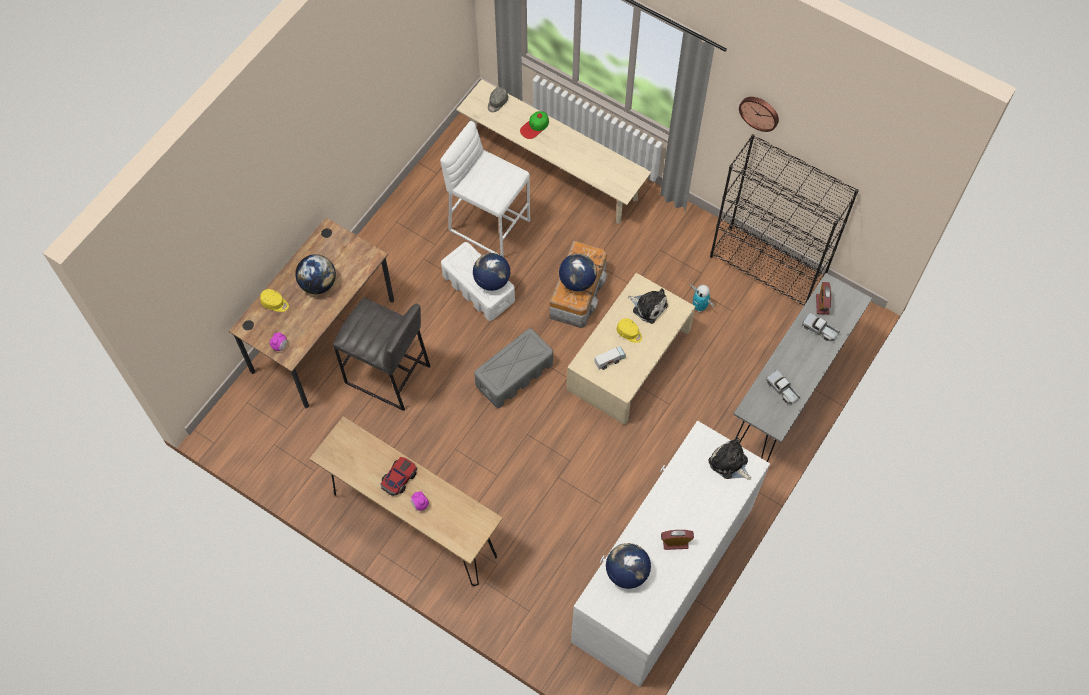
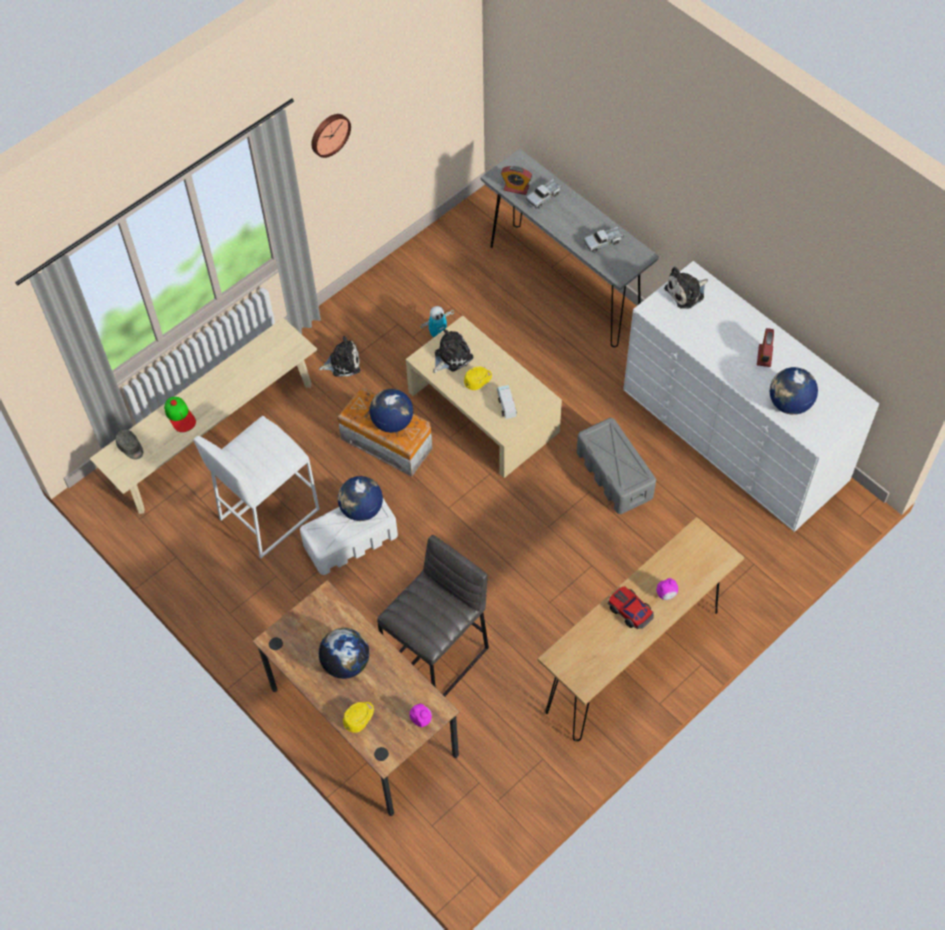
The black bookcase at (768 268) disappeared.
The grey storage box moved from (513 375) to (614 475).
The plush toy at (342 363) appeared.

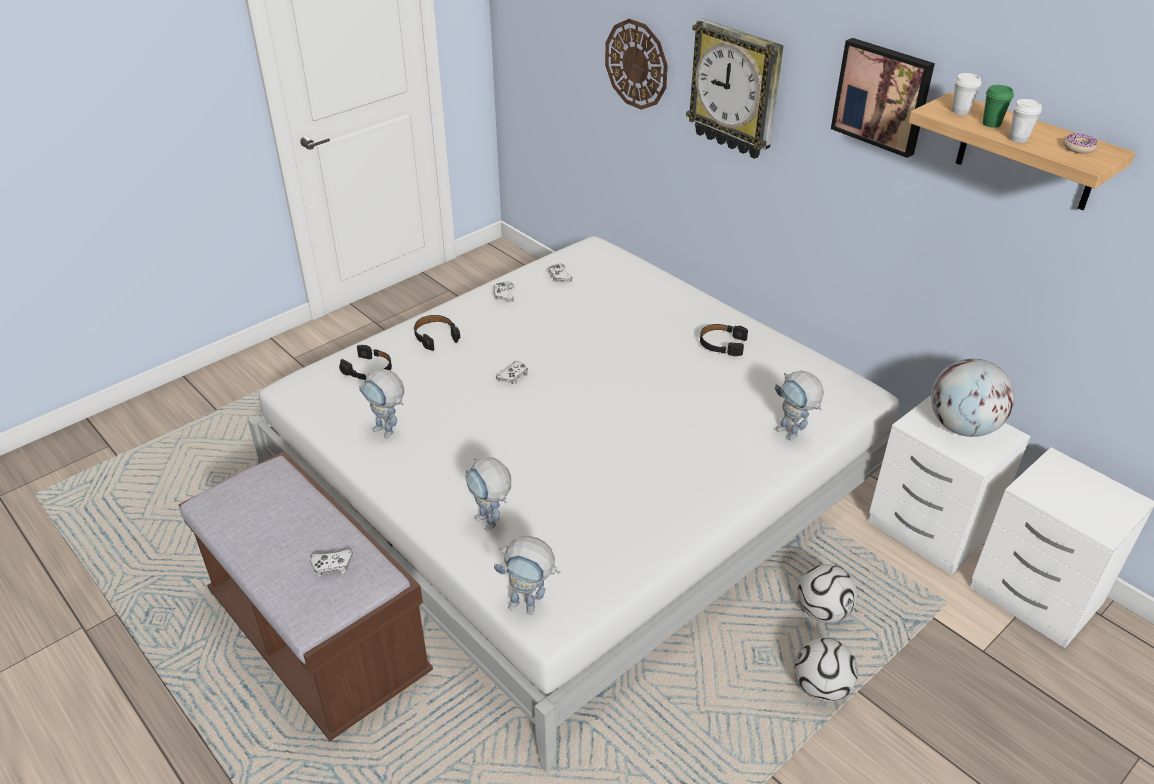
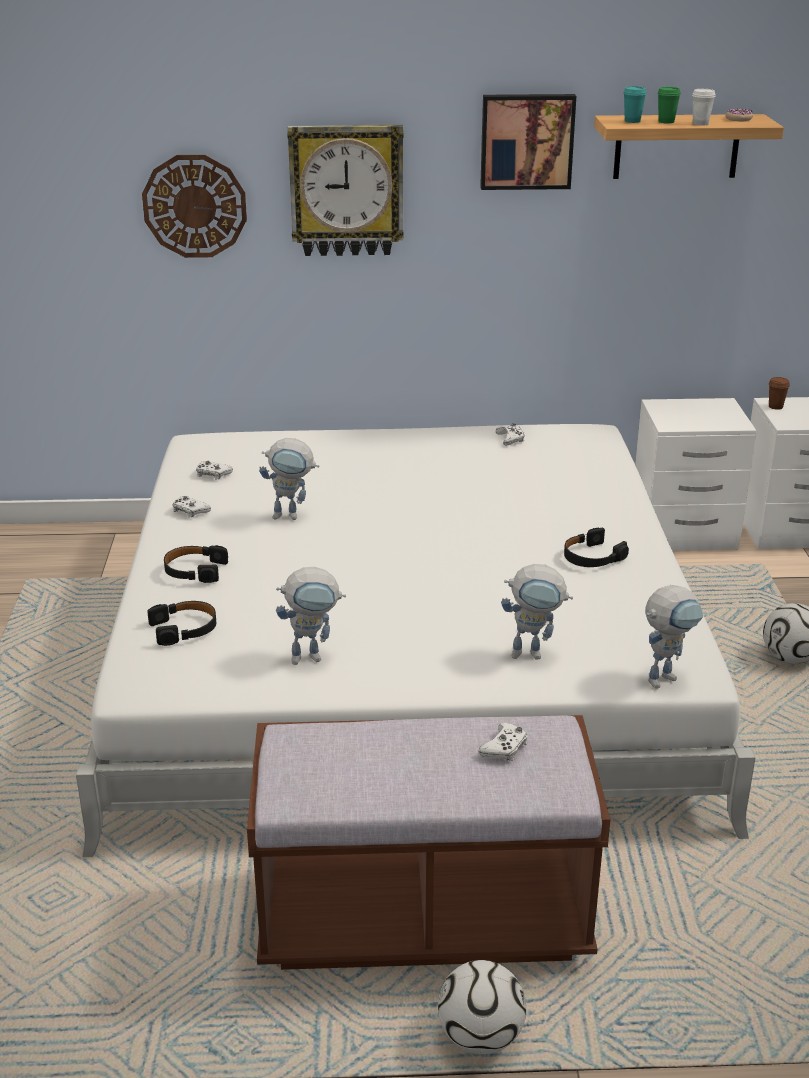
The white cup at (960 111) became the turquoise cup at (632 121).
The black headphones moved from (722 344) to (592 557).
The globe at (962 427) disappeared.
The white game controller moved from (513 376) to (510 439).
The toy robot moved from (793 435) to (292 515).
The football moved from (822 611) to (480 1036).
The brown cup at (775 406) appeared.

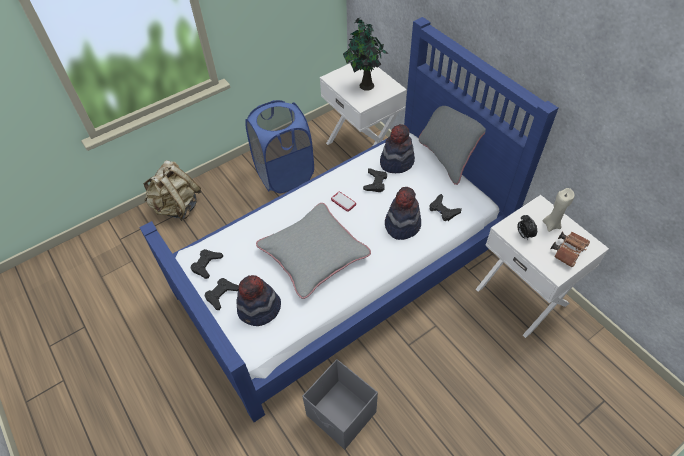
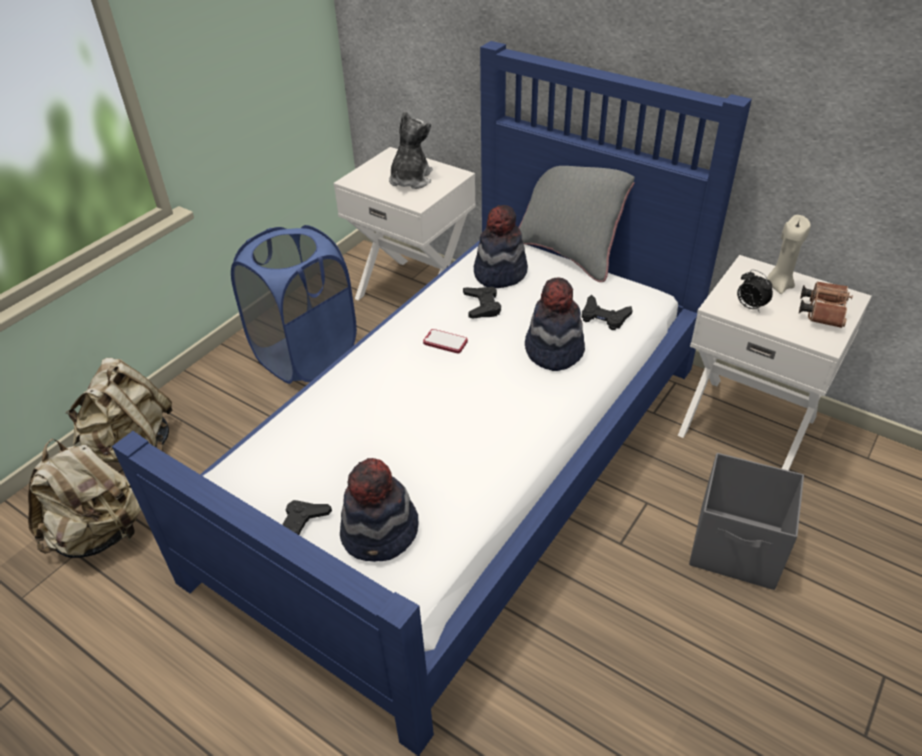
The potted plant at (365 85) was replaced by the plush toy at (410 179).
The grey pillow at (313 254) disappeared.
The black game controller at (206 265) disappeared.
The grey storage box moved from (341 415) to (737 548).
The beige backpack at (100 534) appeared.

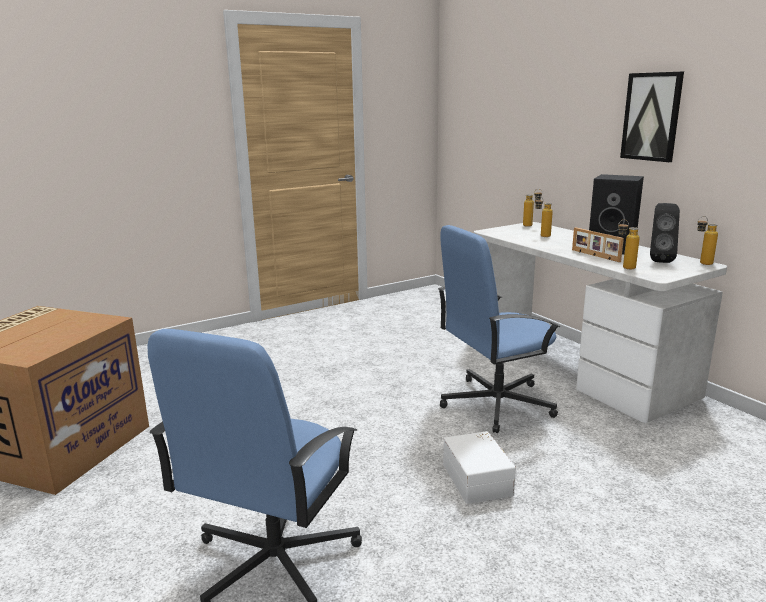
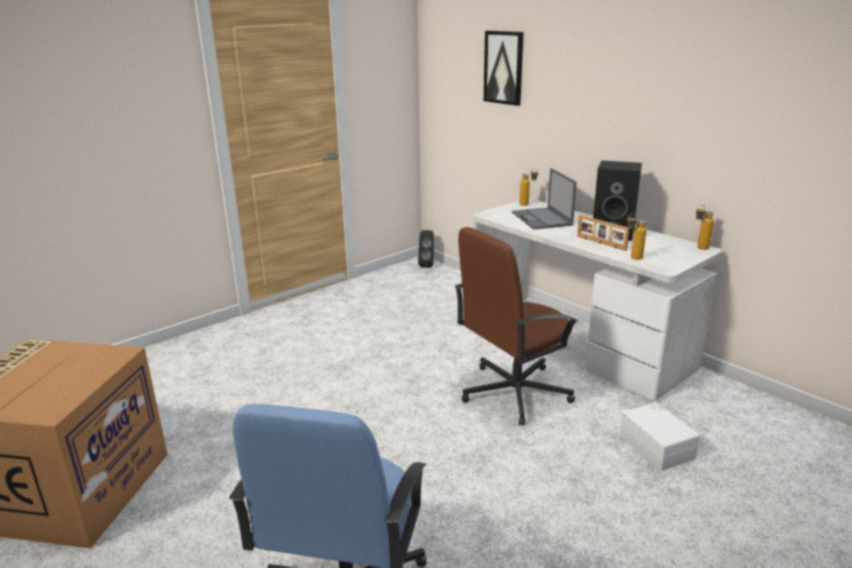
The picture moved from (652 117) to (504 67).
The bottle at (541 236) was replaced by the laptop at (542 219).
The black speaker moved from (659 260) to (427 265).
The blue office chair at (495 403) became the brown office chair at (513 392).
The white storage box moved from (478 478) to (657 446).

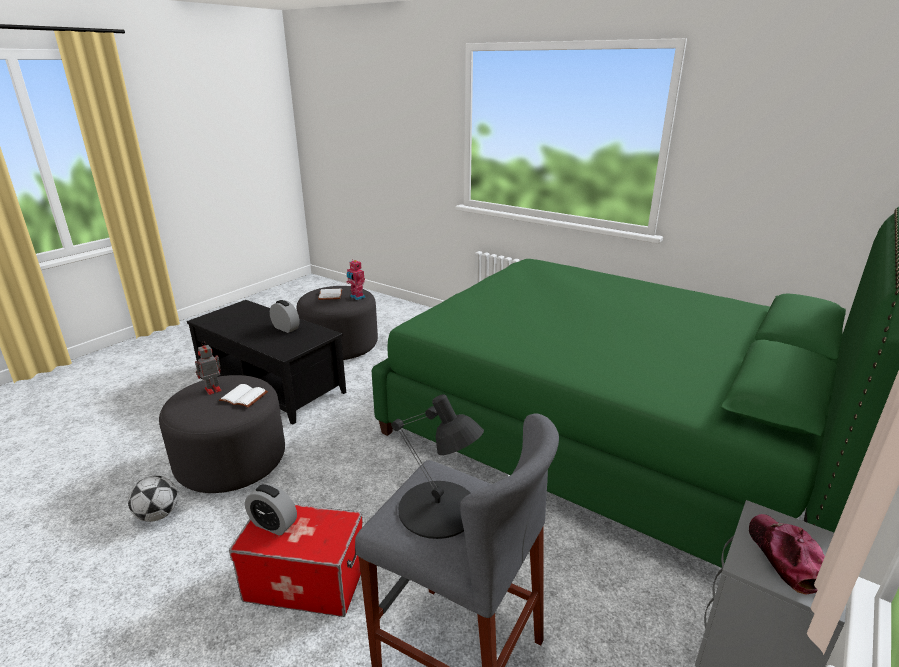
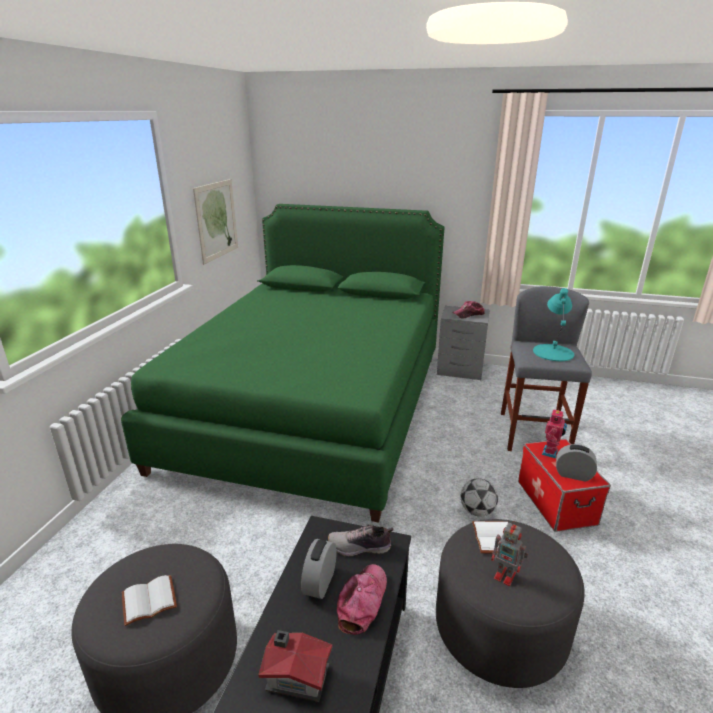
The toy robot moved from (356 297) to (551 453).
The black table lamp at (438 509) became the turquoise table lamp at (553 352).
The football moved from (158 515) to (477 511).
The alarm clock at (273 524) turned 75 degrees counterclockwise.
The picture at (216 220) appeared.
The shoe at (360 547) appeared.
The cap at (362 601) appeared.
The toy house at (296 676) appeared.

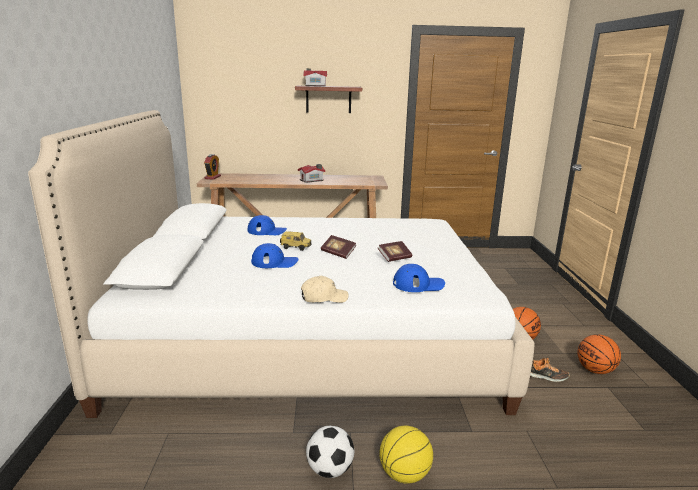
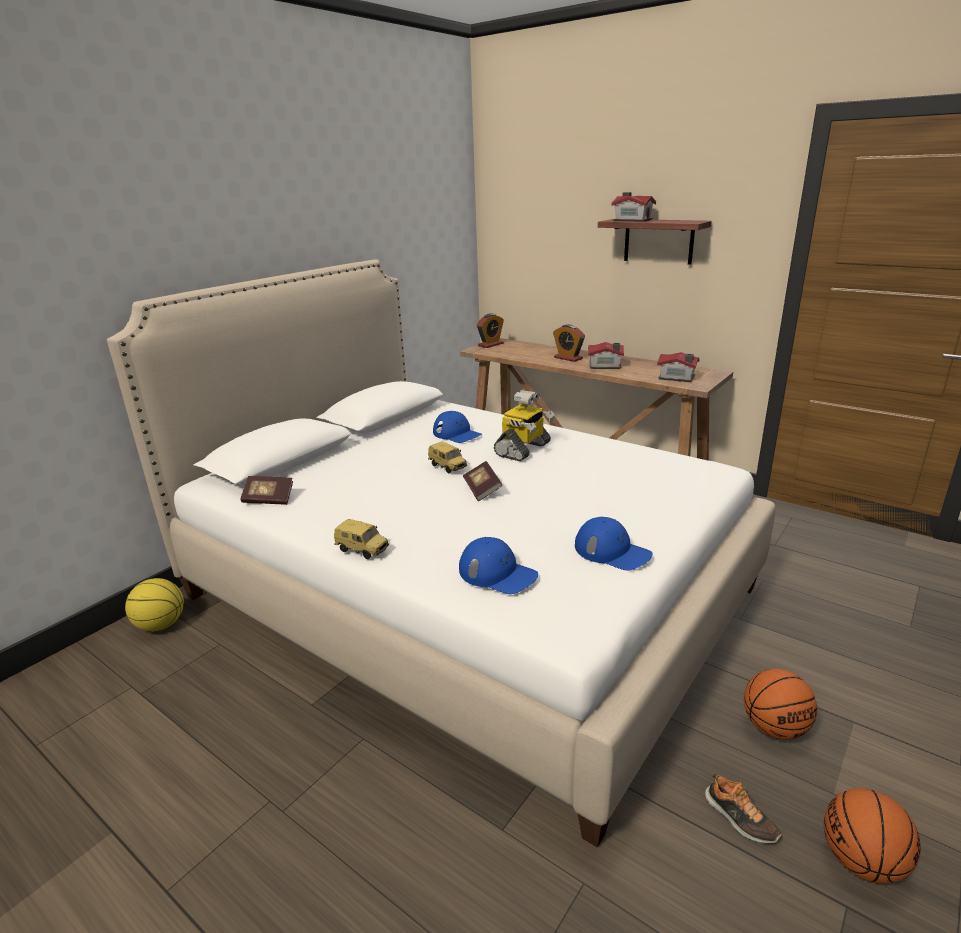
The book moved from (394 258) to (268 499).
The blue cap moved from (275 262) to (612 551).
The beige cap at (324 297) was replaced by the toy car at (363 550).
The football at (329 470) disappeared.
The basketball moved from (404 474) to (160 625).
The alarm clock at (568 358) appeared.
The toy house at (677 378) appeared.
The toy robot at (523 449) appeared.

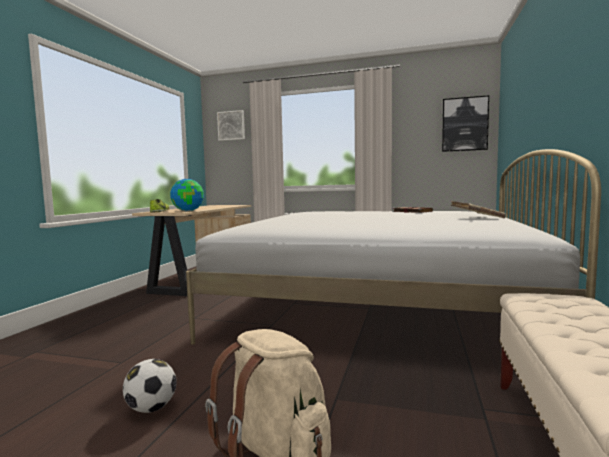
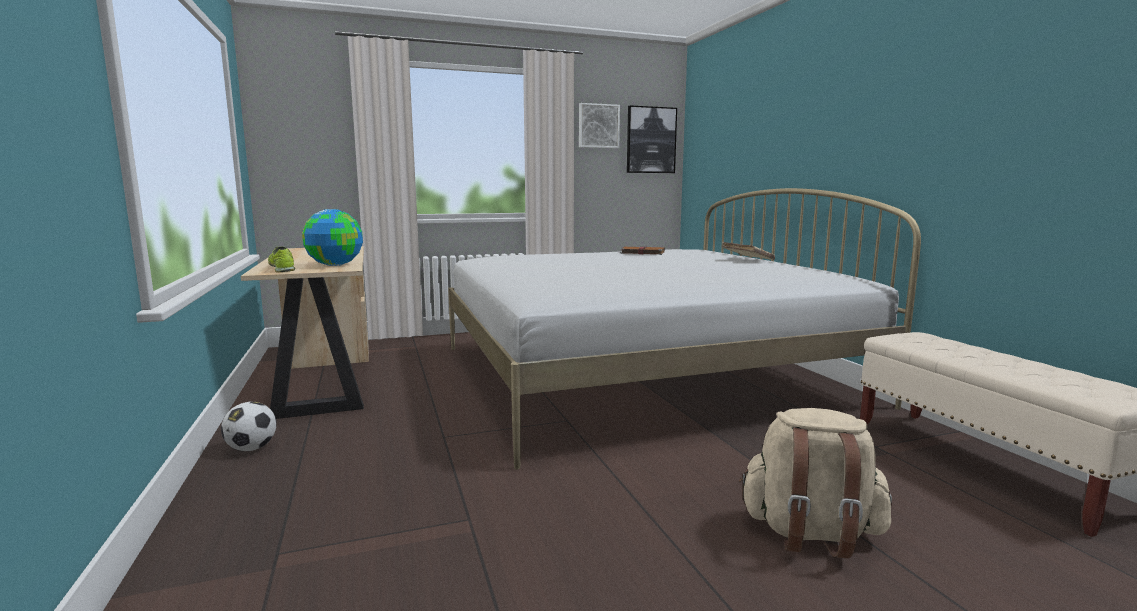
The picture moved from (231 125) to (598 126).
The football moved from (151 408) to (251 448).

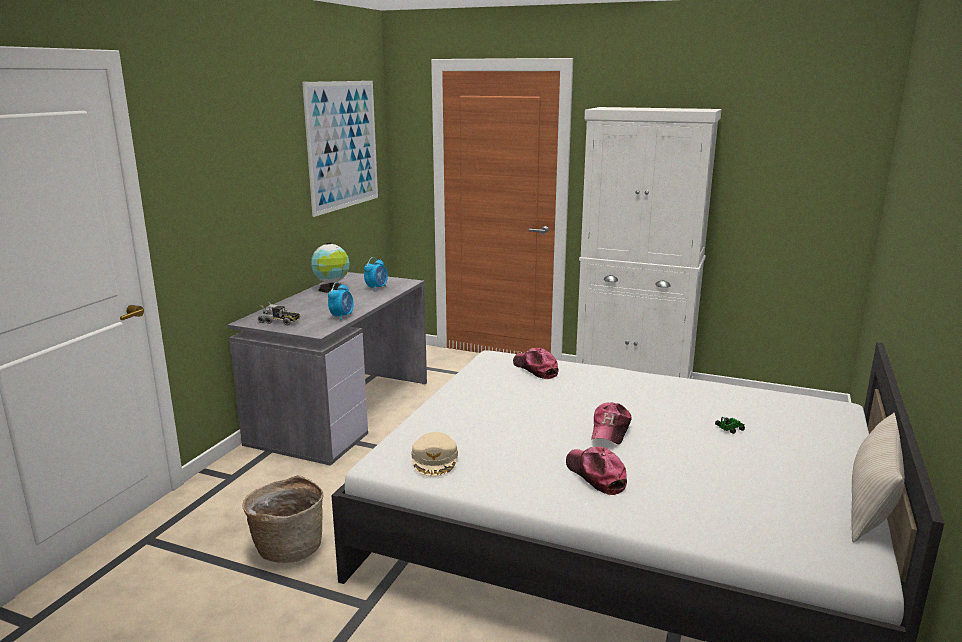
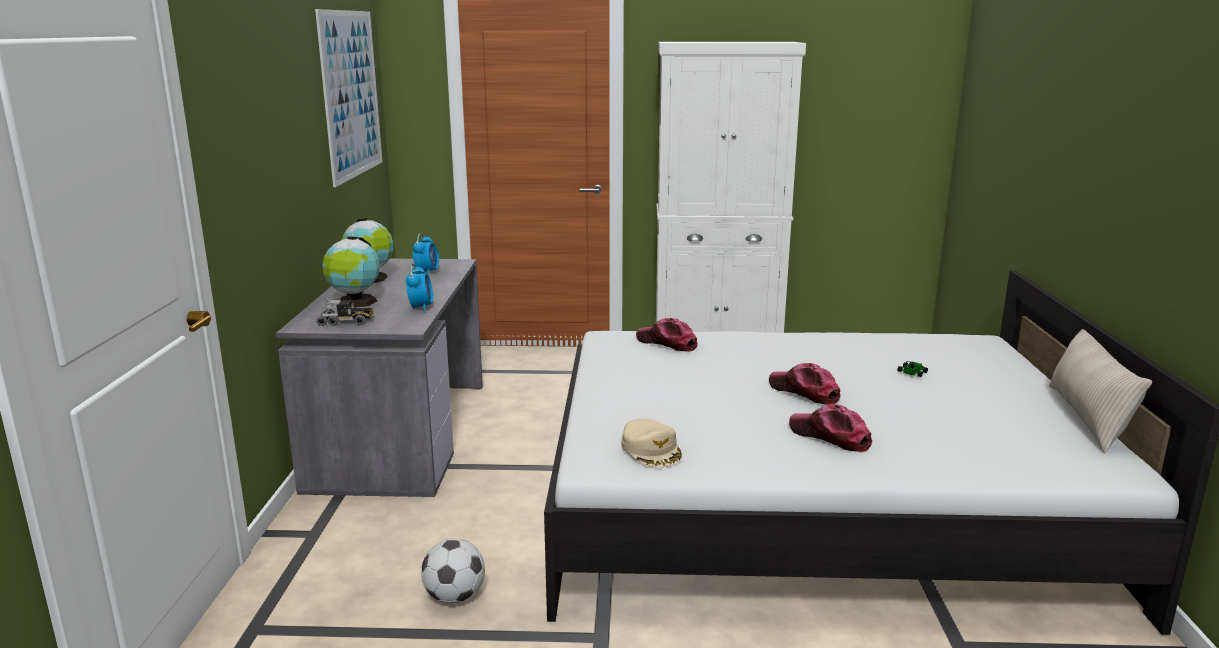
The cap at (610 430) turned 135 degrees clockwise.
The basket at (288 547) was replaced by the football at (455 597).
The globe at (355 302) appeared.

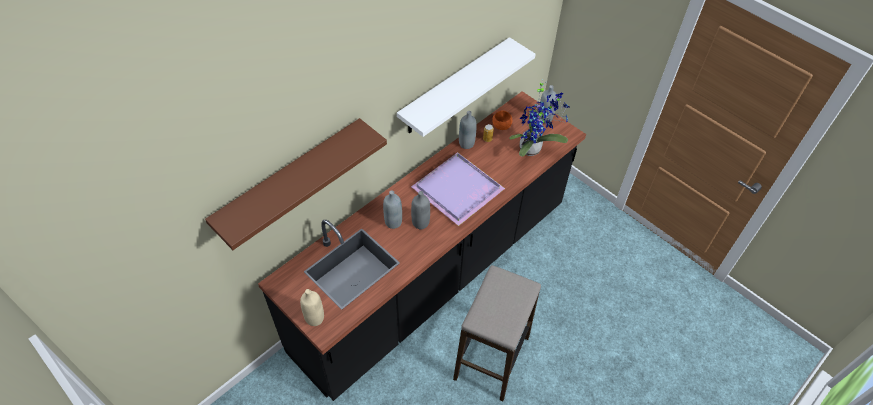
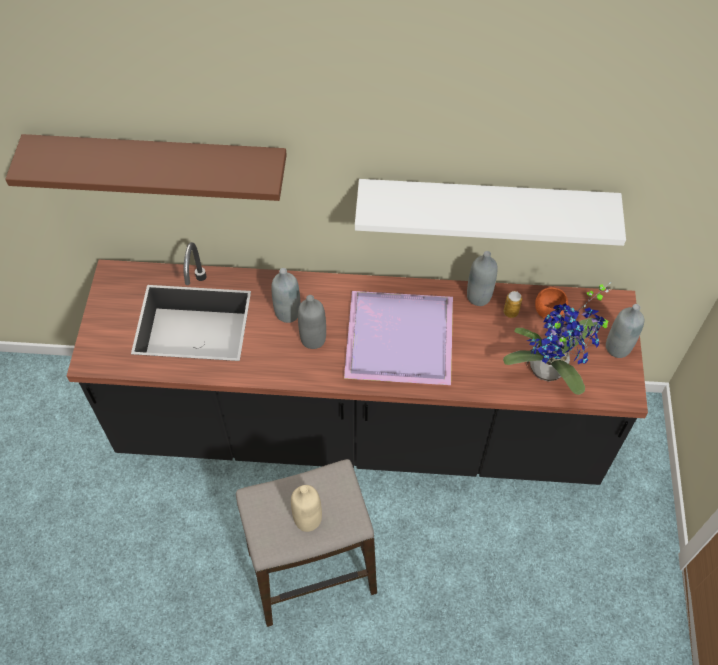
The beige bottle moved from (315 318) to (307 519).

